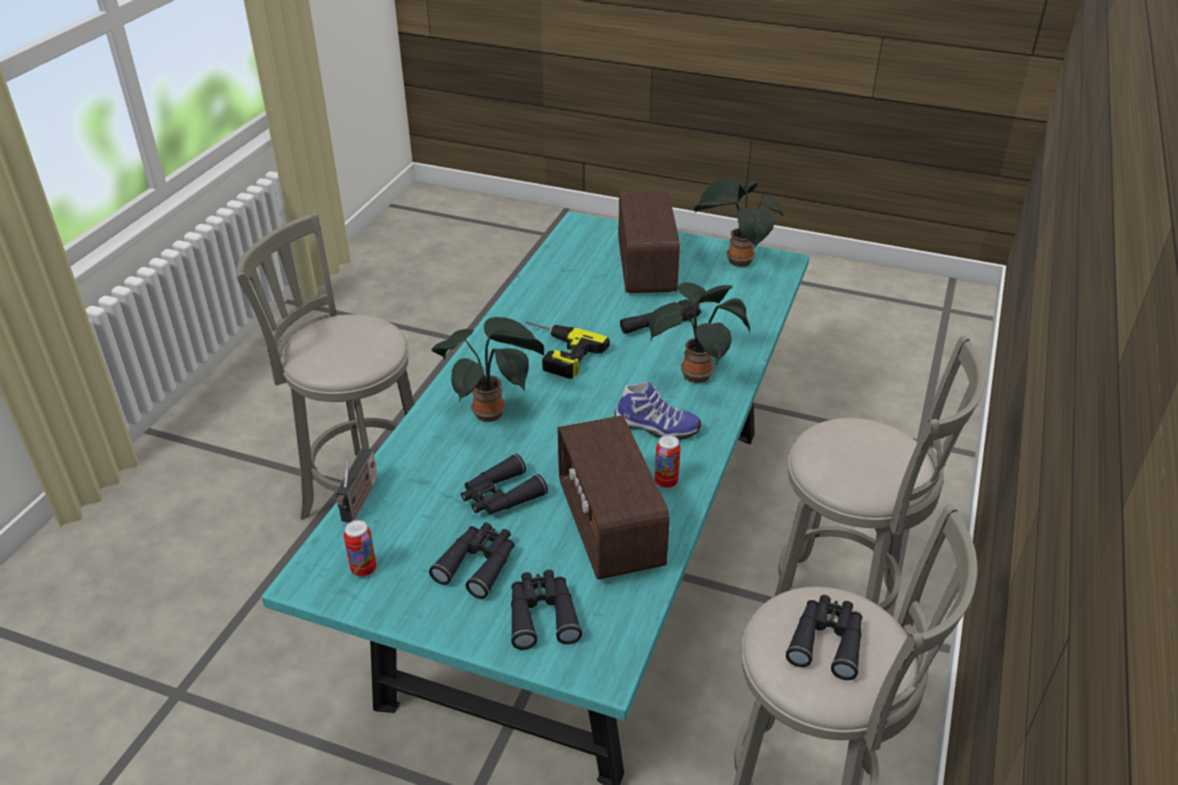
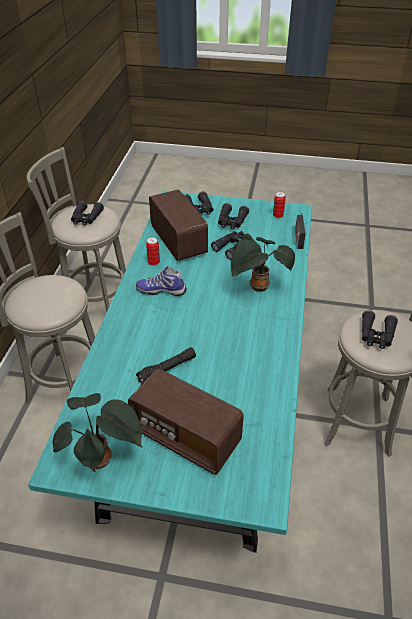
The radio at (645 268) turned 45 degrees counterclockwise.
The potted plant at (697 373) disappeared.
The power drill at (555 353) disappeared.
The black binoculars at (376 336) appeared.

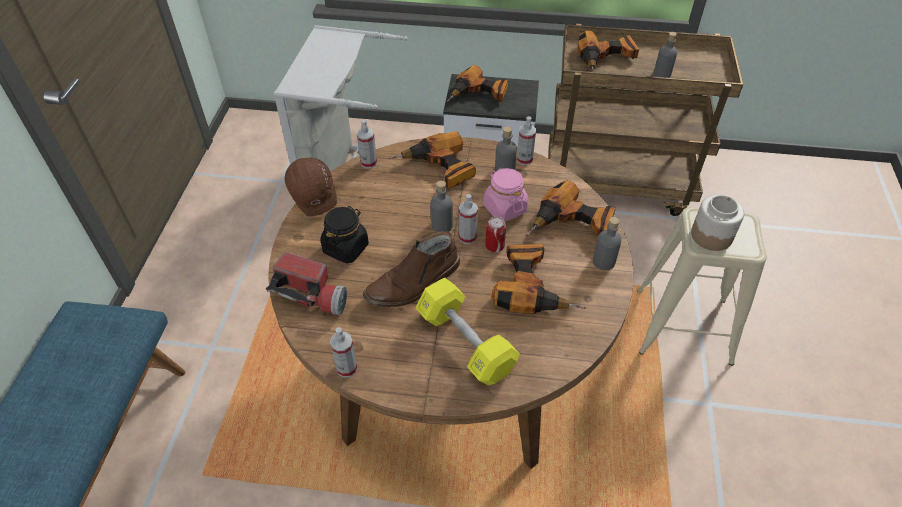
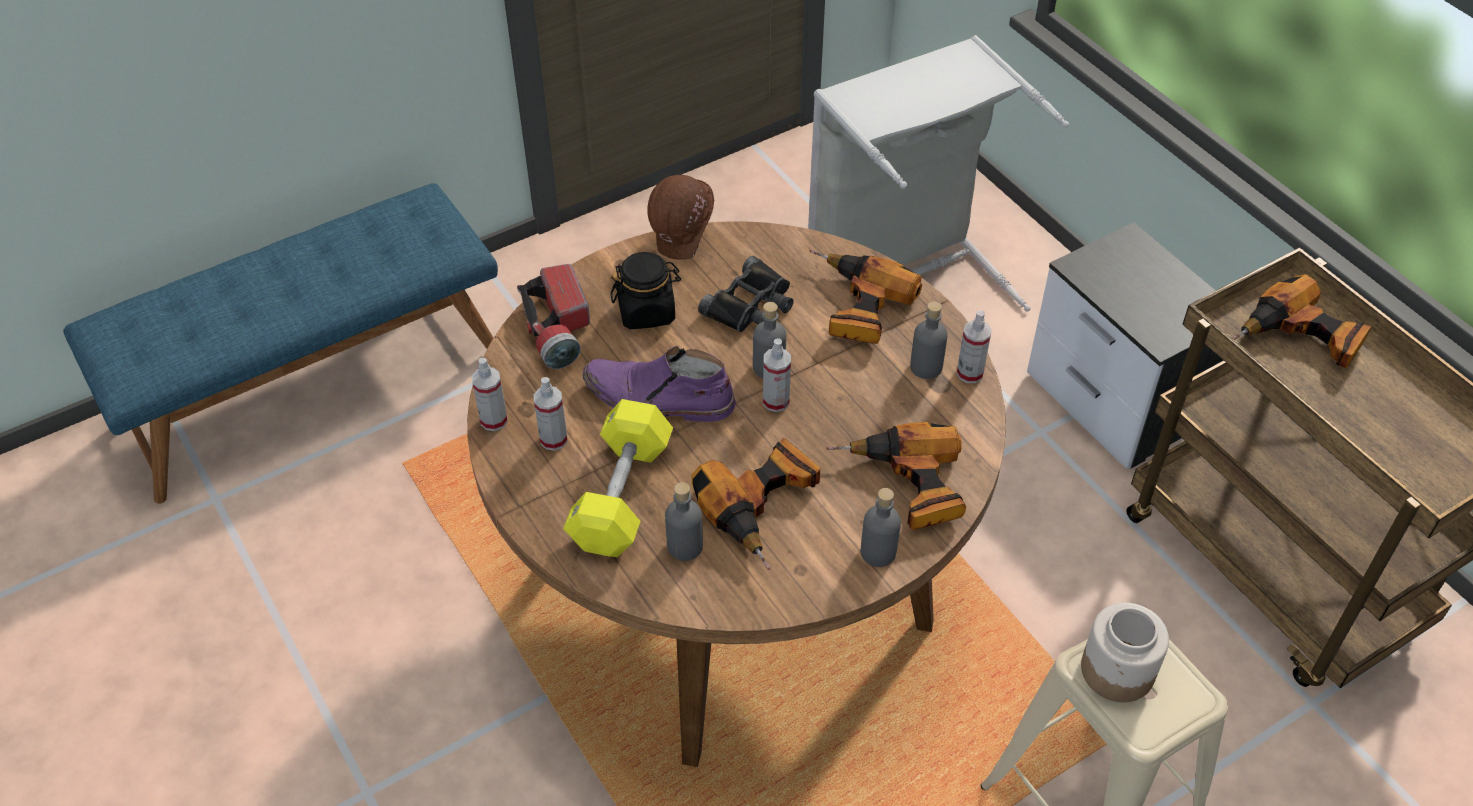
The grey bottle moved from (662 74) to (685 546).
The power drill at (479 95) disappeared.
The spray bottle moved from (368 163) to (553 439).
The pink jar at (504 208) disappeared.
The can at (494 246) disappeared.
The brown boot at (414 283) became the purple boot at (658 399).
The black binoculars at (751 305) appeared.

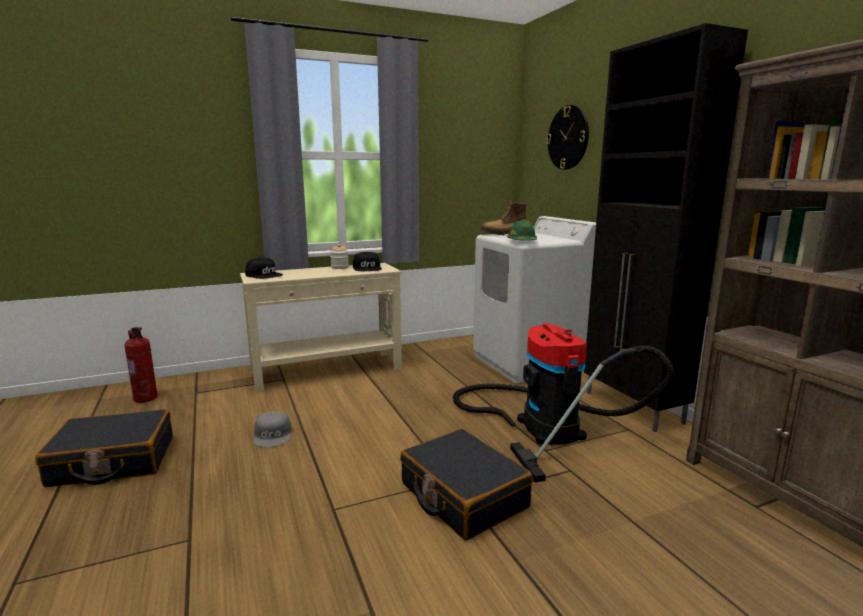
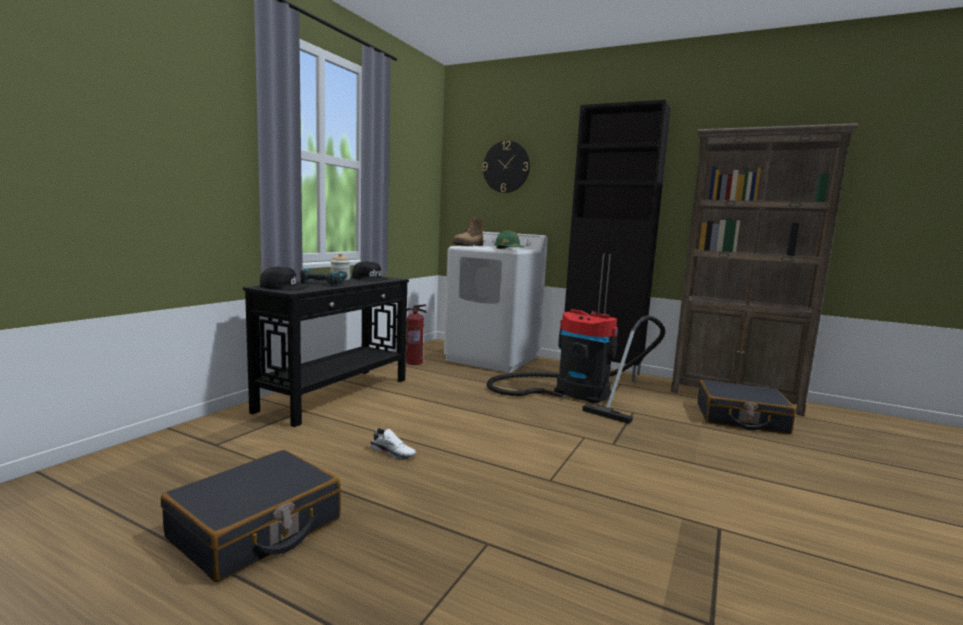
The beige console table at (328 371) became the black console table at (337 394).
The fire extinguisher moved from (146 398) to (414 362).
The grey cap at (273 435) was replaced by the white shoe at (393 452).
The black suitcase moved from (462 496) to (740 419).
The power drill at (324 283) appeared.

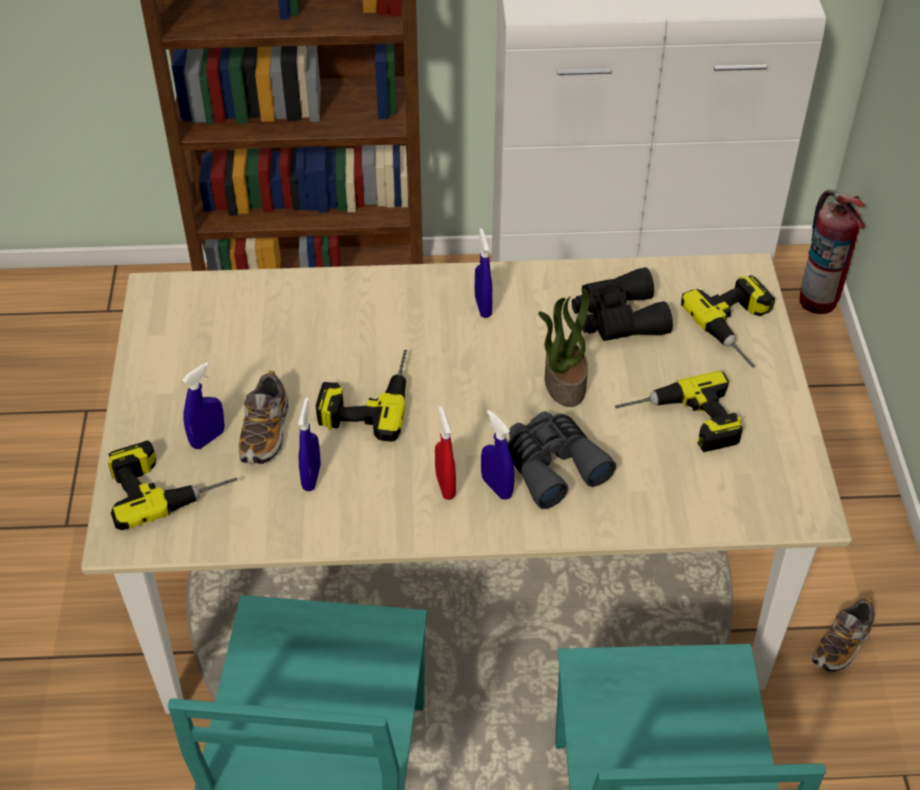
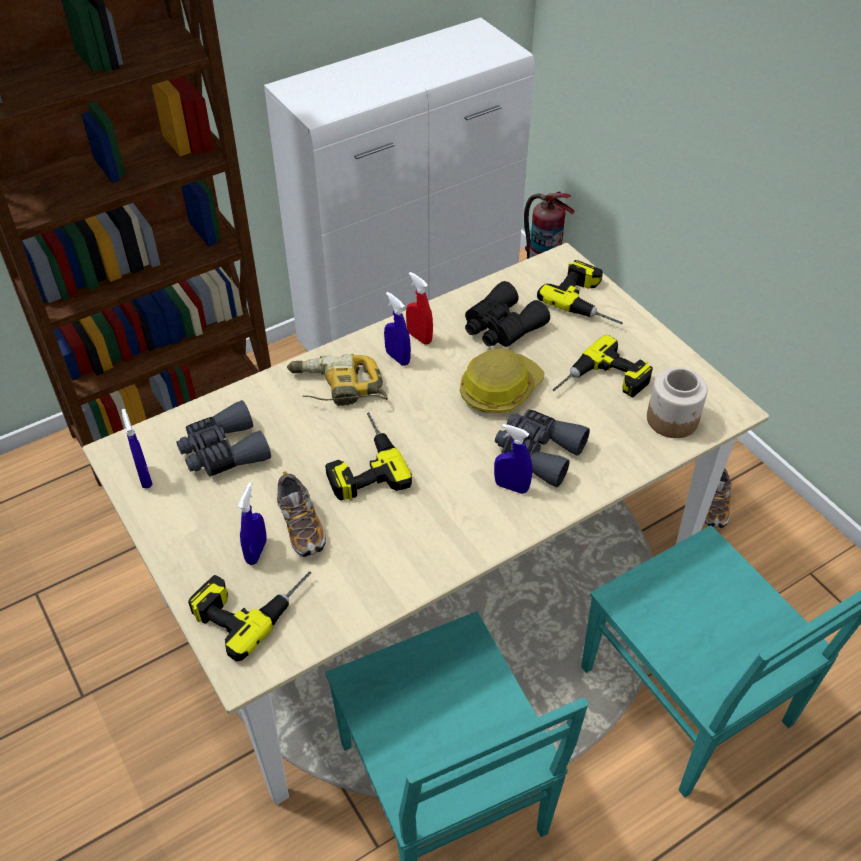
The potted plant at (563 383) was replaced by the hard hat at (499 389).
The blue spray bottle moved from (311 477) to (144 477).
The red spray bottle moved from (445 486) to (419 337).
The power drill at (337 388) appeared.
The jar at (673 419) appeared.
The grey binoculars at (223 451) appeared.

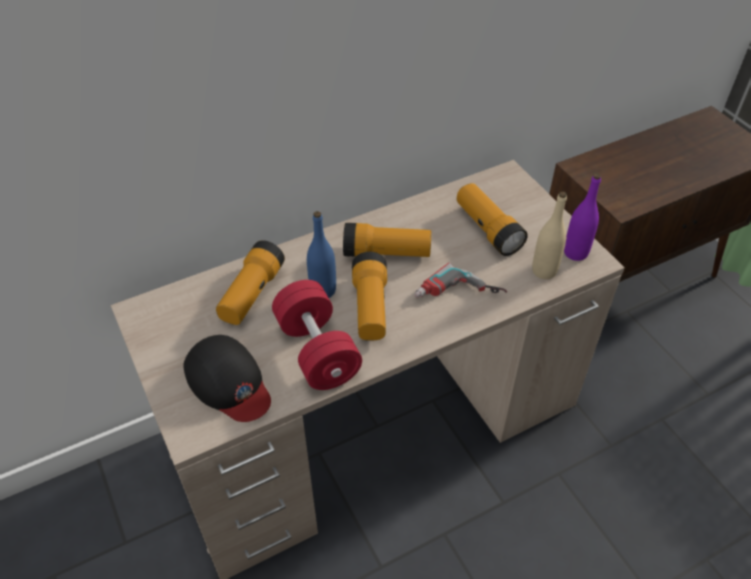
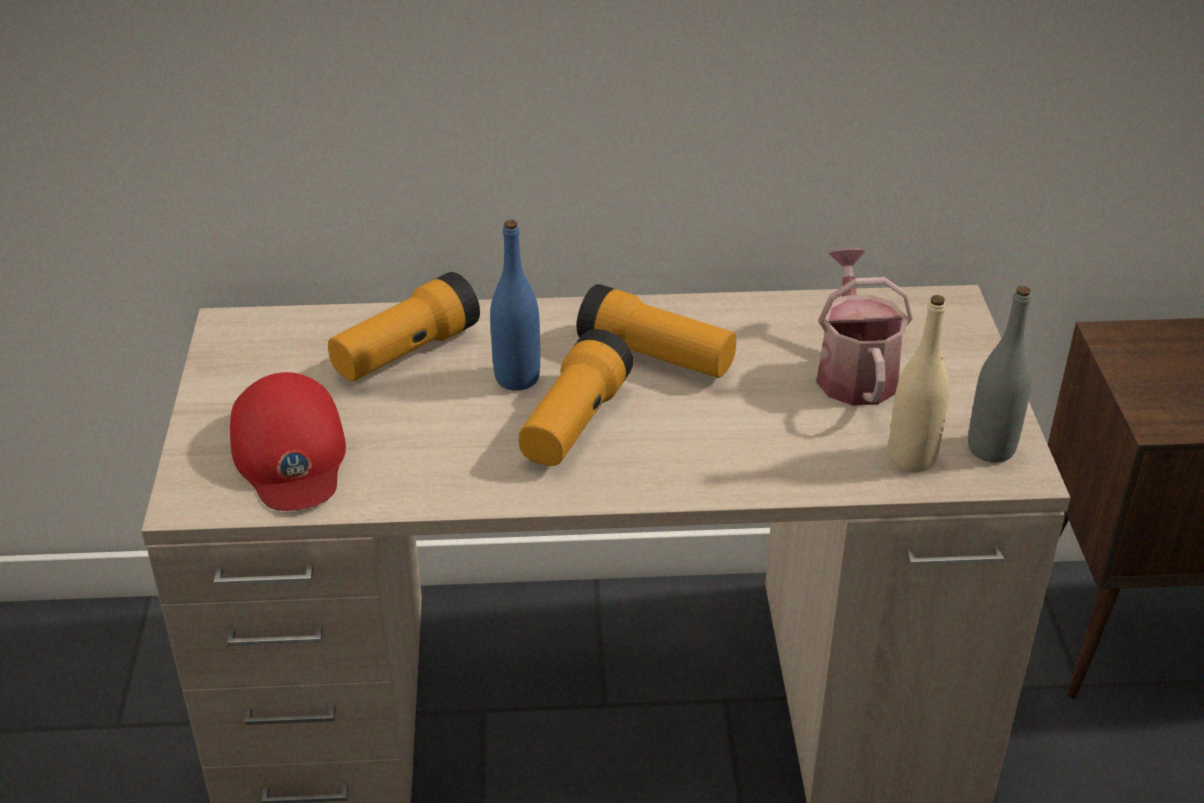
The purple bottle at (575 252) became the grey bottle at (991 449).
The flashlight at (487 229) was replaced by the watering can at (854 371).
The power drill at (458 297) disappeared.
The red dumbbell at (317 351) disappeared.
The black cap at (229 382) became the red cap at (290 453).

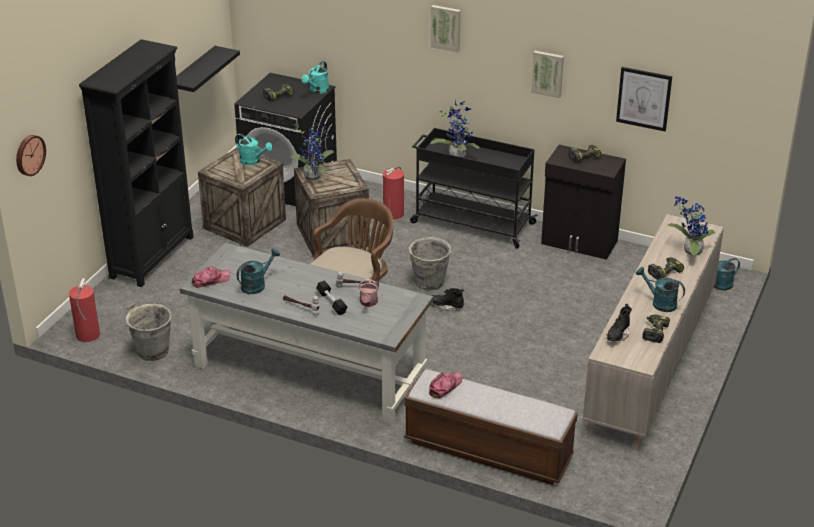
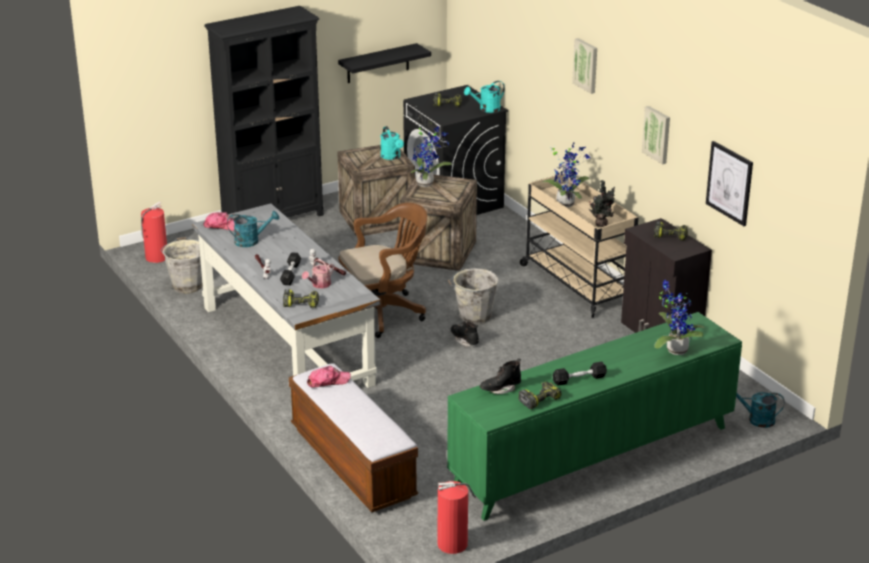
The black cart at (471 223) became the beige cart at (576 283).
The wall clock at (29 155) disappeared.
The fire extinguisher moved from (394 213) to (454 543).
The beige cabinet at (651 364) became the green cabinet at (593 458).
The power drill moved from (665 272) to (301 303).
The turquoise watering can at (659 303) was replaced by the black dumbbell at (579 379).
The potted plant at (601 224) appeared.

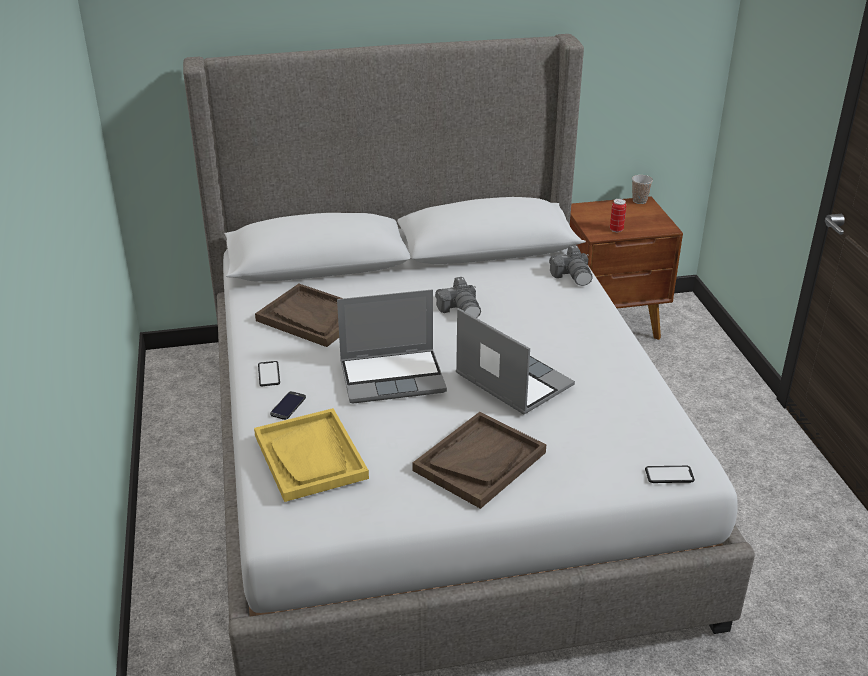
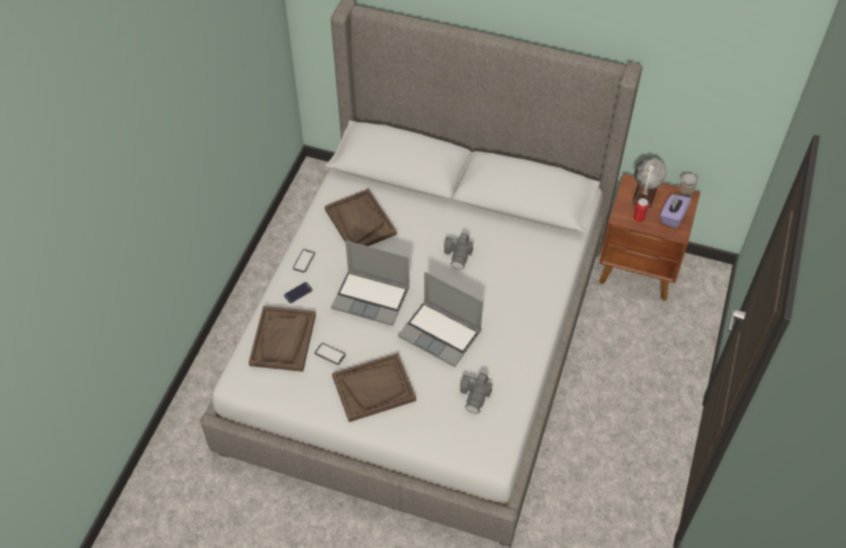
The photo camera moved from (573 276) to (475 396).
The laptop at (511 380) turned 135 degrees clockwise.
The yellow tray at (310 457) became the brown tray at (283 340).
The phone moved from (669 475) to (330 354).
The globe at (644 196) appeared.
The purple tissue box at (672 217) appeared.

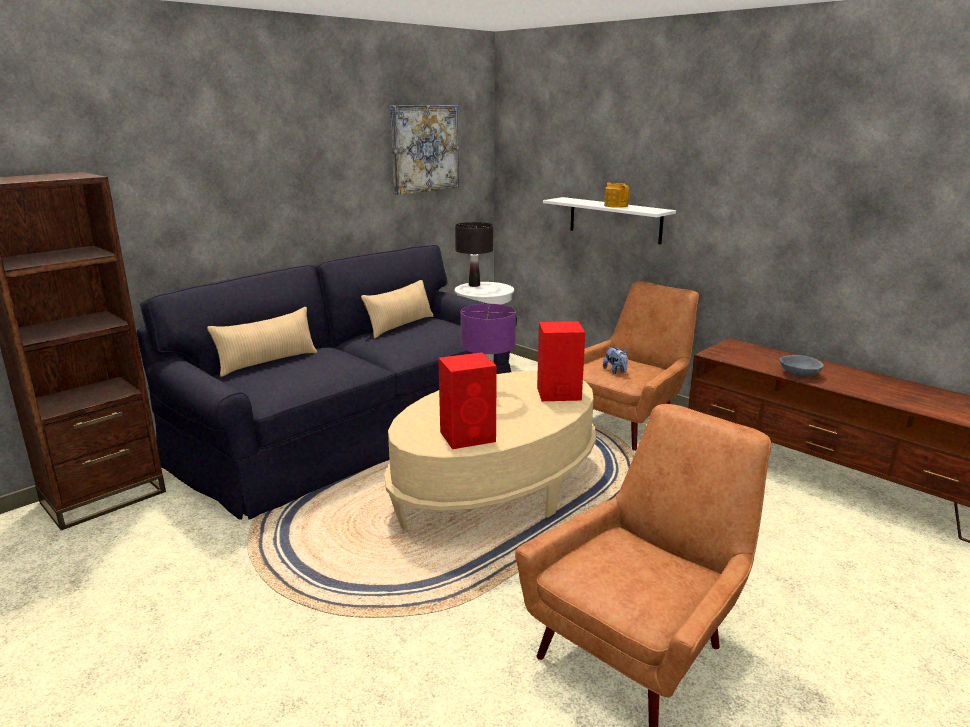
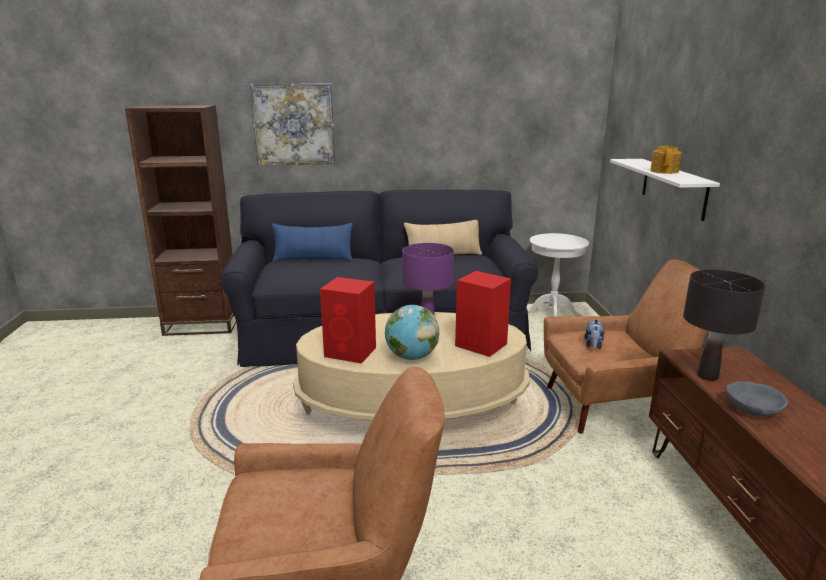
The picture moved from (424 148) to (294 124).
The black table lamp moved from (474 285) to (707 376).
The beige pillow at (267 362) became the blue pillow at (313 259).
The globe at (411 357) appeared.

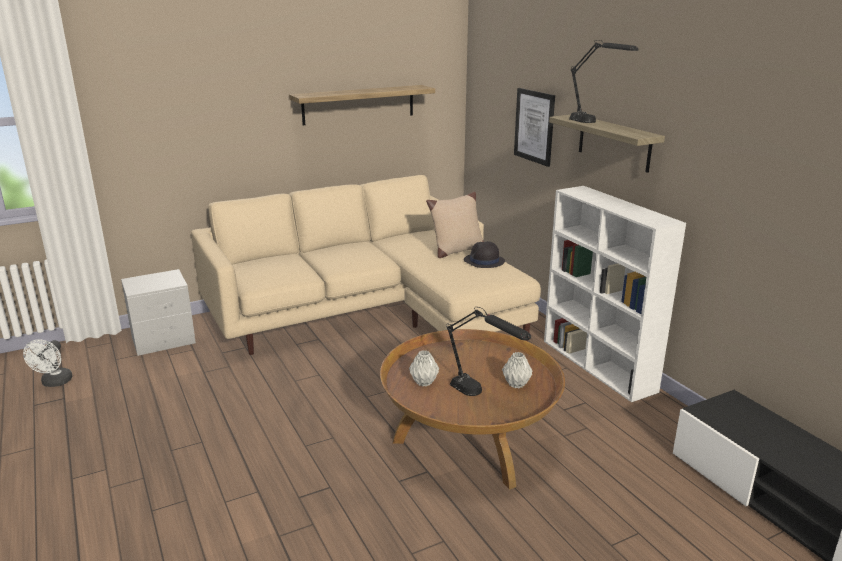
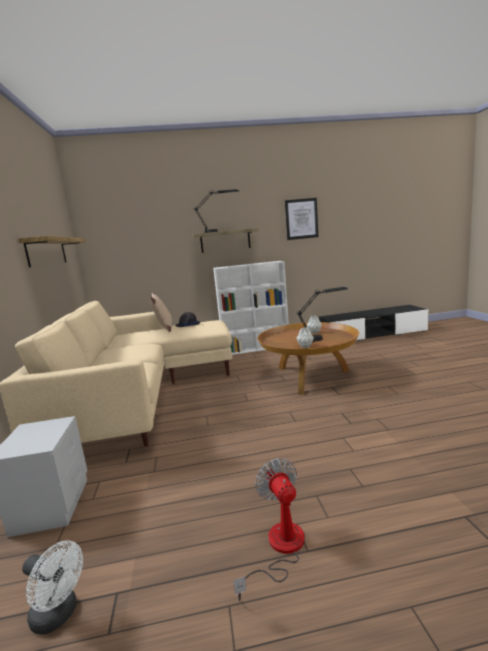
The picture moved from (534 126) to (301 219).
The fan at (279 549) appeared.

